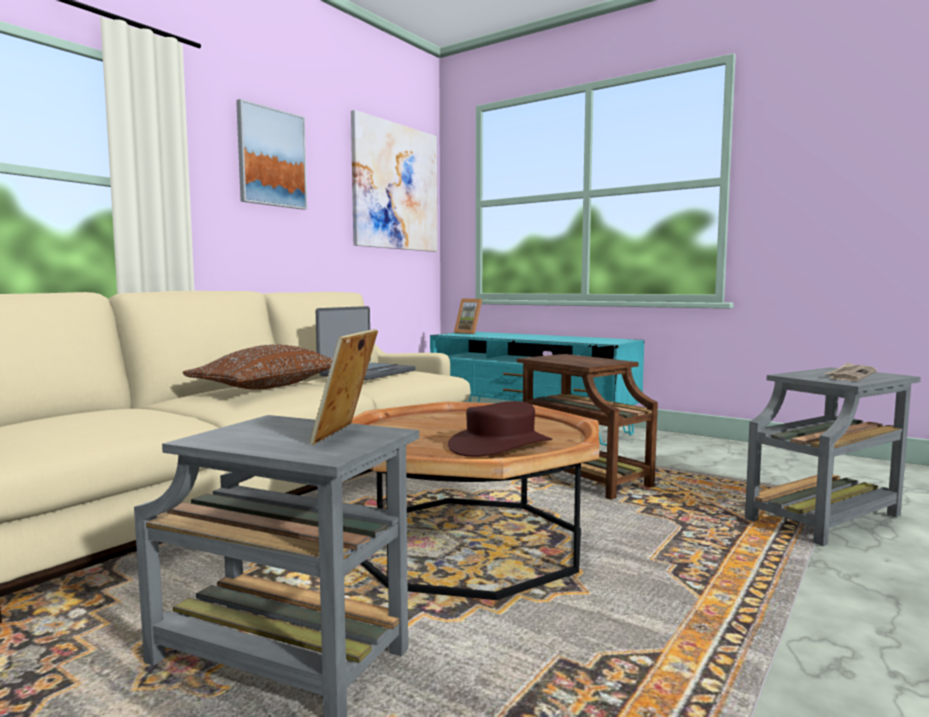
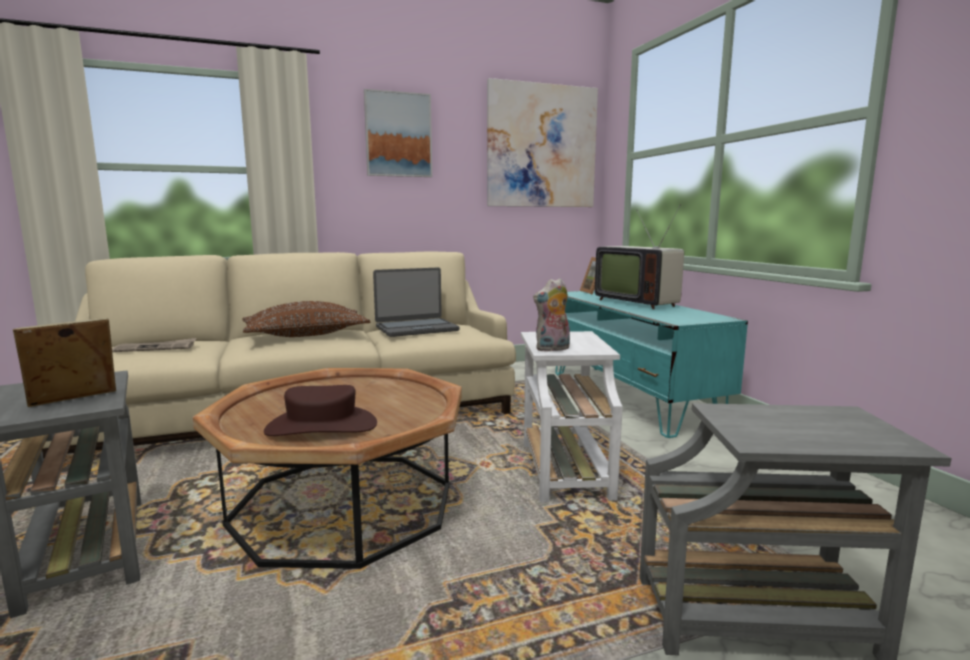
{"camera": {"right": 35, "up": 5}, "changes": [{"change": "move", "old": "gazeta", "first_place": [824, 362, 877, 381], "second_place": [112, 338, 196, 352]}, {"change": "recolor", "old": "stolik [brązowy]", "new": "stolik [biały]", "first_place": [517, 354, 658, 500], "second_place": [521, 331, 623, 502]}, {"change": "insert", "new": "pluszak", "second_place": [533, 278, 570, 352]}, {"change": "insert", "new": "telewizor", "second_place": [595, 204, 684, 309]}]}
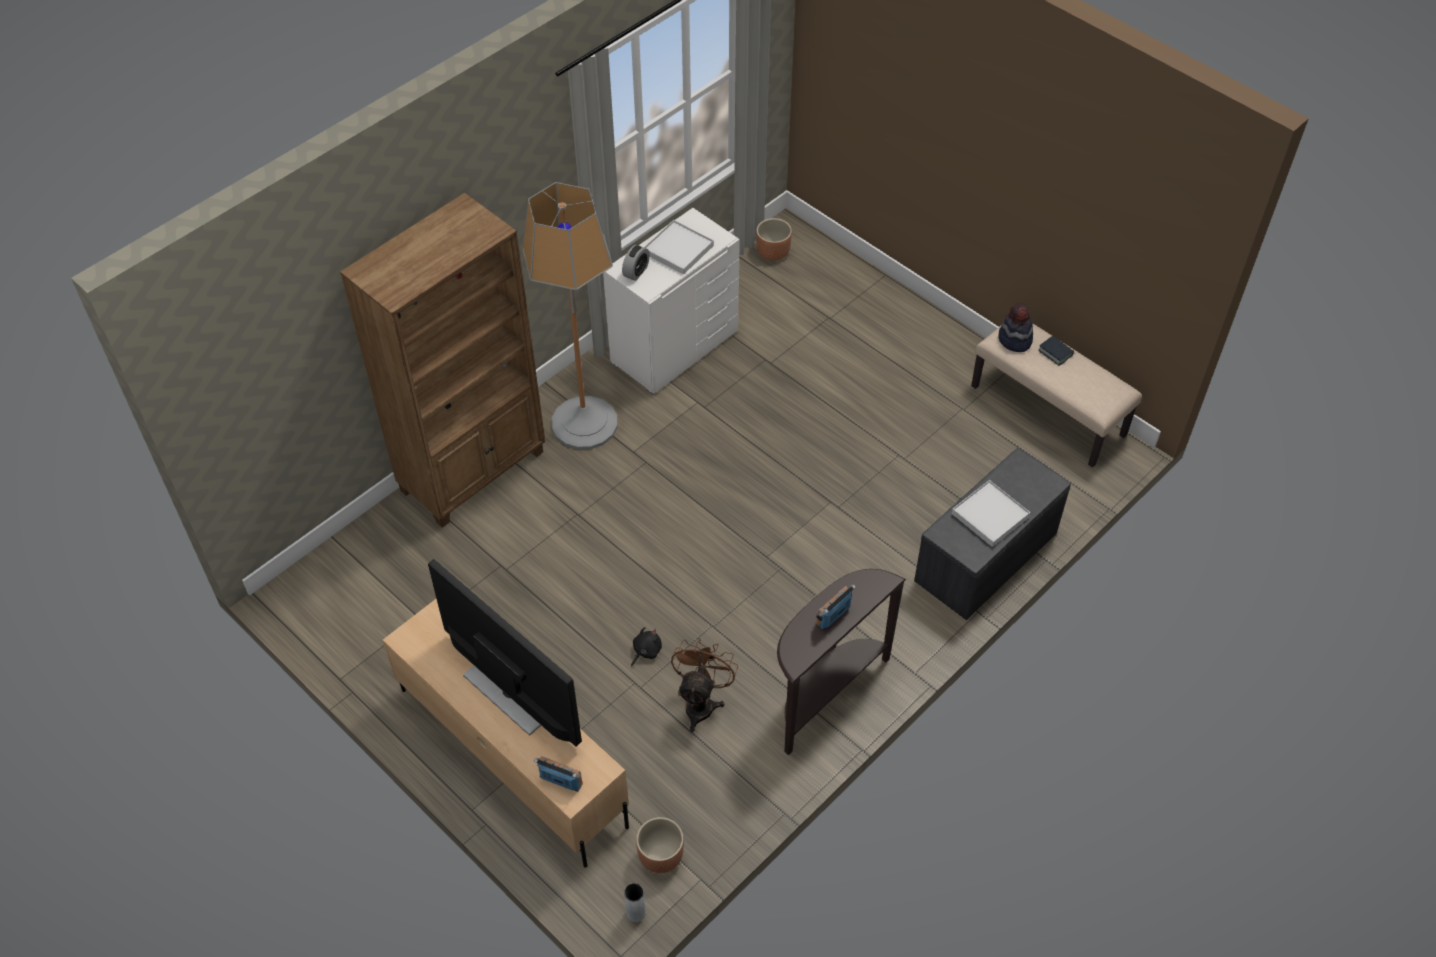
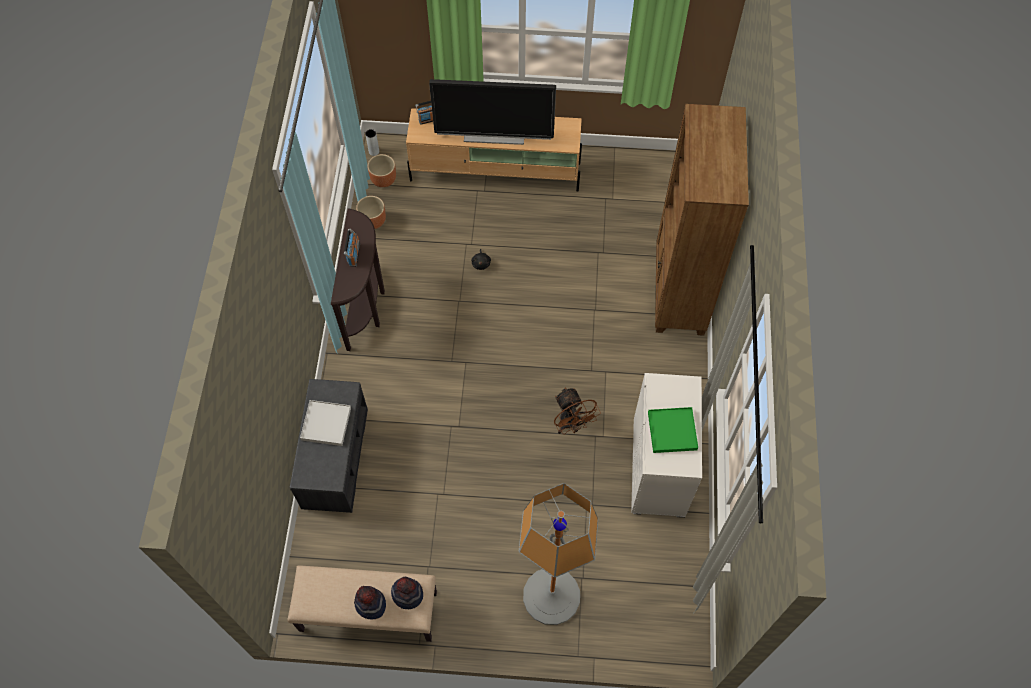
{"camera": {"right": 140, "up": 10}, "changes": [{"change": "replace", "old": "książka", "new": "kapelusz", "first_place": [1038, 336, 1074, 366], "second_place": [354, 586, 386, 620]}, {"change": "move", "old": "donica [brązowy]", "first_place": [756, 218, 792, 261], "second_place": [356, 196, 386, 229]}, {"change": "move", "old": "lampa stojąca", "first_place": [522, 182, 618, 450], "second_place": [519, 483, 598, 625]}, {"change": "move", "old": "wentylator [brązowy]", "first_place": [671, 638, 738, 732], "second_place": [554, 388, 601, 435]}, {"change": "recolor", "old": "taca [biały]", "new": "taca [zielony]", "first_place": [644, 220, 714, 275], "second_place": [648, 407, 698, 453]}, {"change": "delete", "old": "budzik", "first_place": [622, 245, 650, 281]}]}
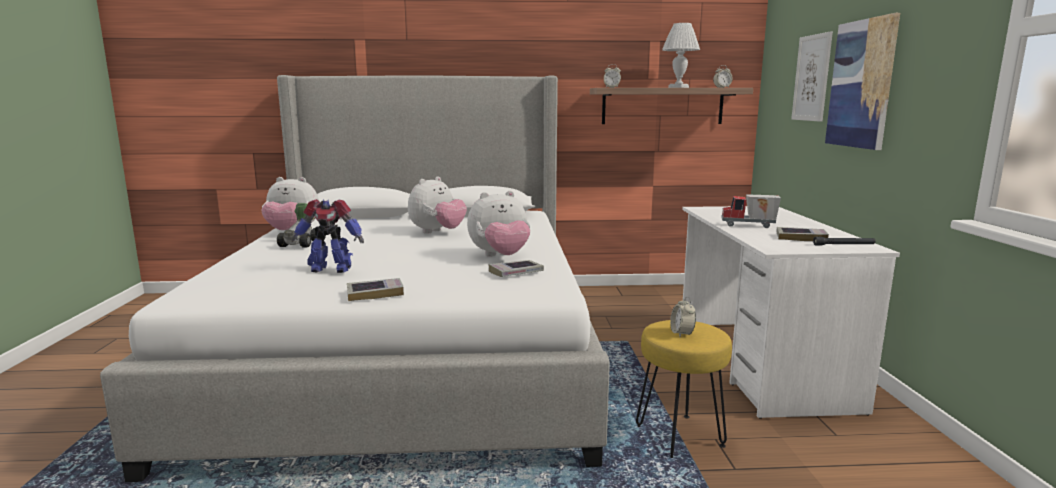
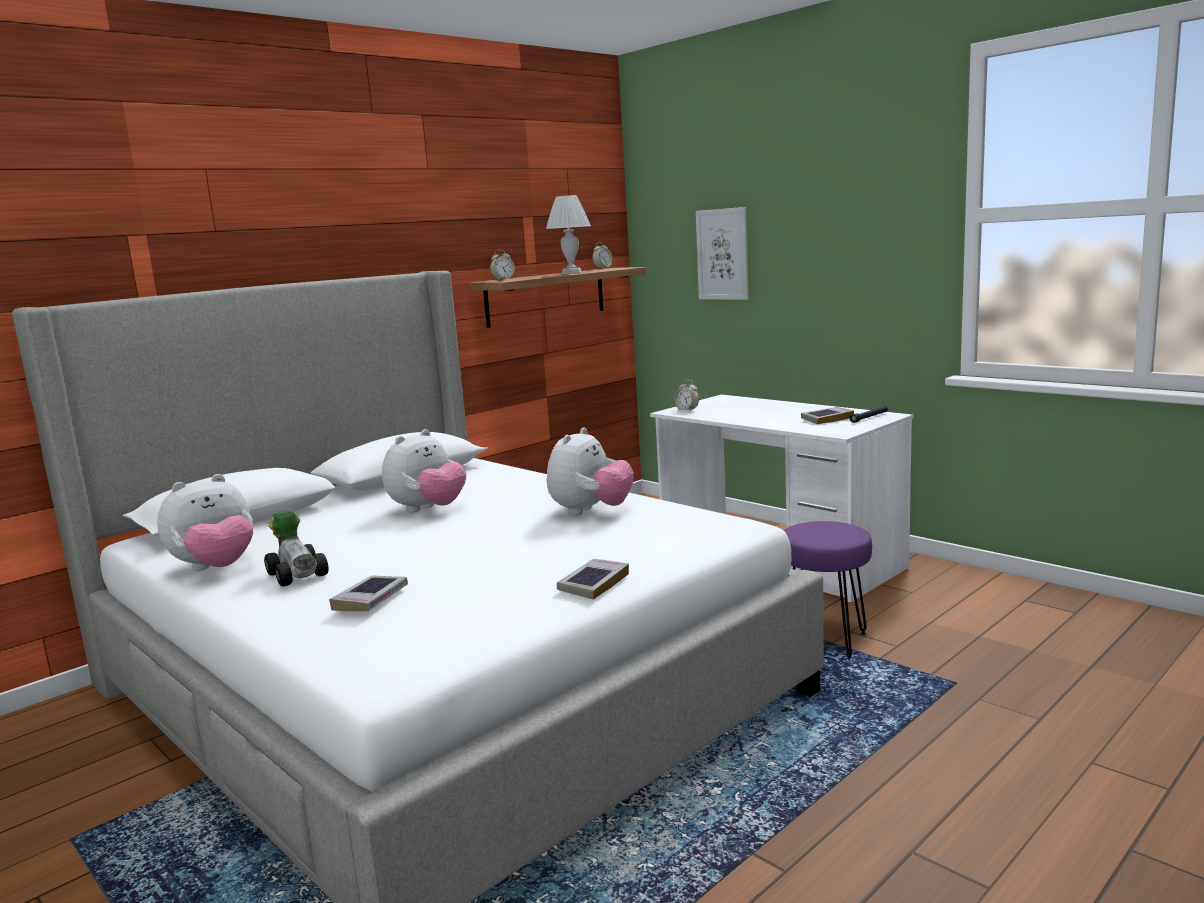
{"camera": {"right": -40, "up": 0}, "changes": [{"change": "move", "old": "książka", "first_place": [489, 260, 544, 277], "second_place": [329, 576, 408, 612]}, {"change": "rotate", "old": "pluszak", "first_place": [408, 176, 467, 234], "second_place": [382, 429, 466, 512], "degrees": 45}, {"change": "move", "old": "budzik", "first_place": [670, 296, 696, 337], "second_place": [674, 380, 699, 411]}, {"change": "recolor", "old": "stołek [żółty]", "new": "stołek [fioletowy]", "first_place": [636, 320, 732, 458], "second_place": [784, 521, 872, 660]}, {"change": "delete", "old": "robot zabawkowy", "first_place": [292, 199, 364, 273]}, {"change": "delete", "old": "ciężarówka zabawkowa", "first_place": [721, 194, 781, 228]}, {"change": "delete", "old": "obraz", "first_place": [825, 13, 900, 150]}]}
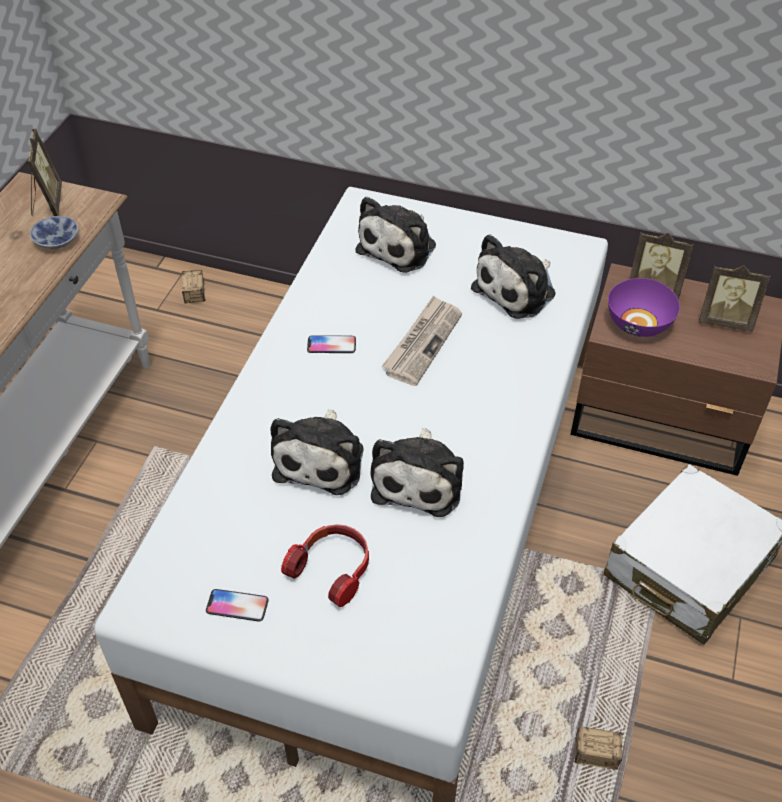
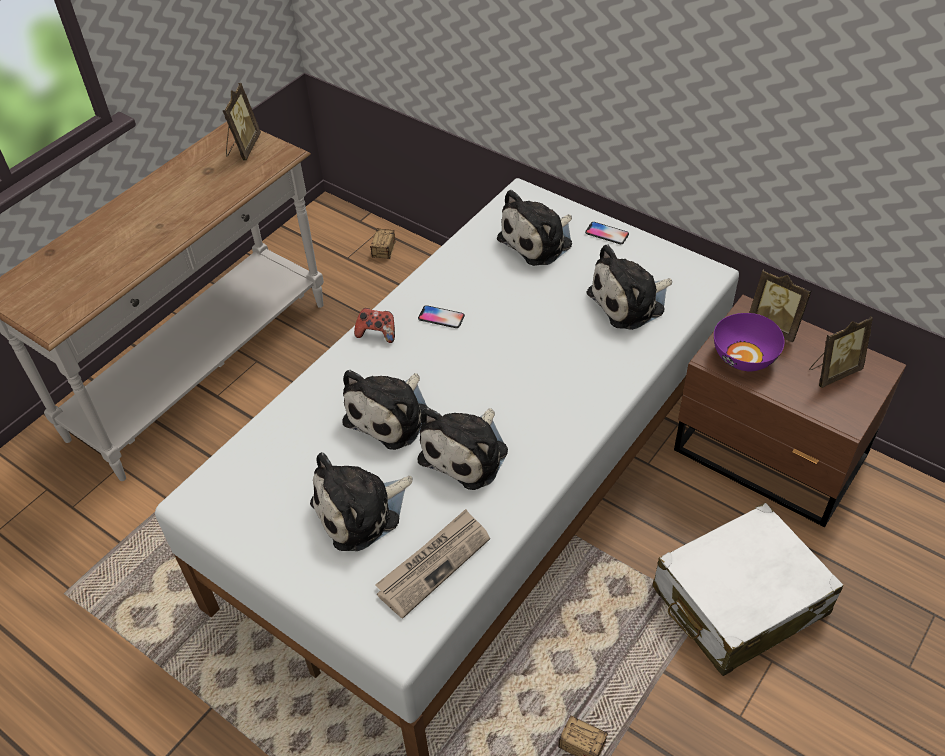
{"camera": {"right": 20, "up": 0}, "changes": [{"change": "replace", "old": "słuchawki", "new": "pluszak", "first_place": [281, 524, 369, 607], "second_place": [310, 452, 413, 551]}, {"change": "insert", "new": "pad do gier", "second_place": [354, 308, 395, 343]}, {"change": "move", "old": "gazeta", "first_place": [382, 295, 462, 386], "second_place": [375, 509, 490, 619]}, {"change": "move", "old": "telefon", "first_place": [206, 589, 269, 621], "second_place": [585, 222, 629, 244]}, {"change": "rotate", "old": "ramka na zdjęcie", "first_place": [699, 265, 771, 332], "second_place": [809, 316, 873, 388], "degrees": -60}, {"change": "delete", "old": "miska", "first_place": [30, 216, 78, 249]}]}
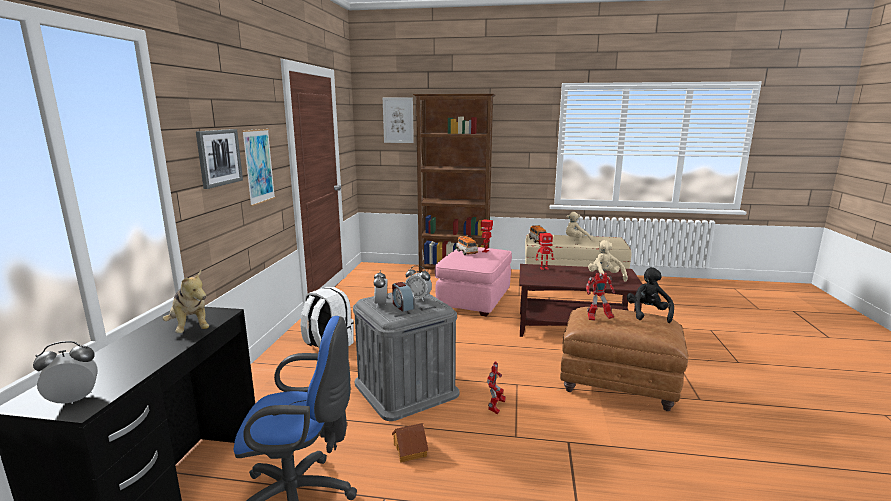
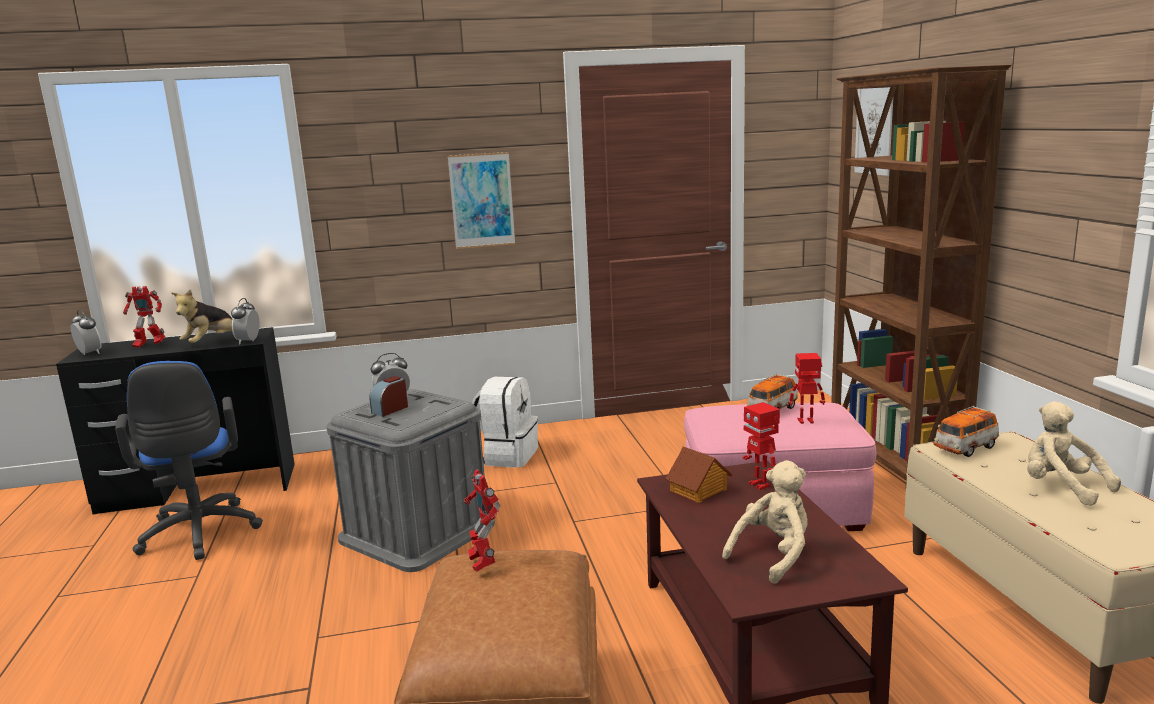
{"camera": {"right": 70, "up": 0}, "changes": [{"change": "move", "old": "robot zabawkowy", "first_place": [487, 361, 506, 414], "second_place": [123, 286, 165, 348]}, {"change": "move", "old": "budzik", "first_place": [405, 266, 432, 301], "second_place": [231, 298, 260, 344]}, {"change": "move", "old": "domek", "first_place": [392, 423, 428, 463], "second_place": [666, 446, 732, 503]}, {"change": "delete", "old": "obraz", "first_place": [196, 129, 243, 189]}, {"change": "delete", "old": "pluszak [czarny]", "first_place": [627, 267, 674, 323]}]}
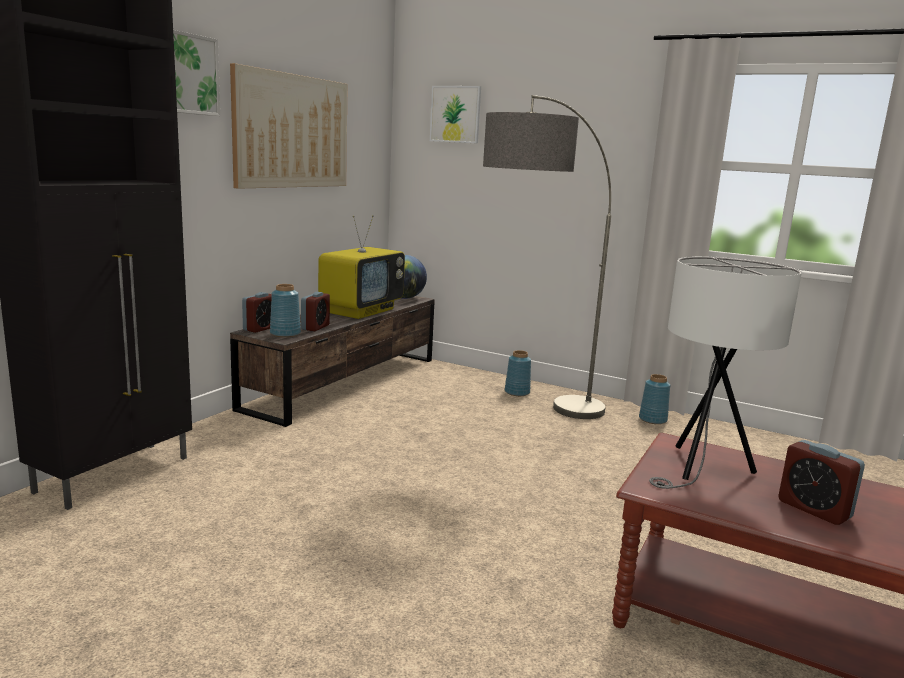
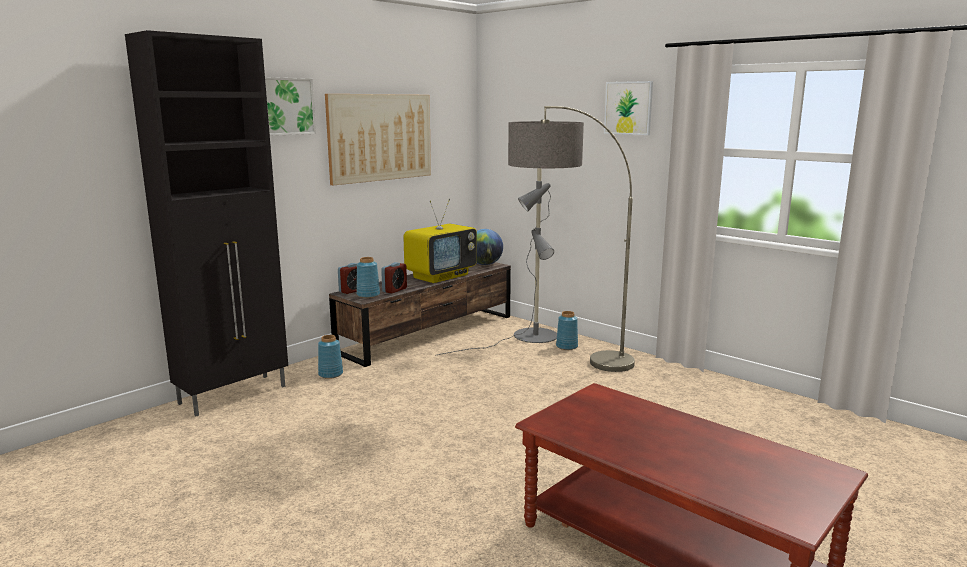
{"camera": {"right": 15, "up": 0}, "changes": [{"change": "move", "old": "wazon [niebieski]", "first_place": [639, 374, 670, 424], "second_place": [318, 335, 343, 379]}, {"change": "insert", "new": "lampa stojąca [szary]", "second_place": [435, 168, 557, 356]}, {"change": "move", "old": "obraz", "first_place": [430, 86, 481, 144], "second_place": [604, 81, 653, 135]}, {"change": "delete", "old": "lampa stołowa [biały]", "first_place": [649, 256, 802, 489]}, {"change": "delete", "old": "budzik", "first_place": [778, 440, 865, 525]}]}
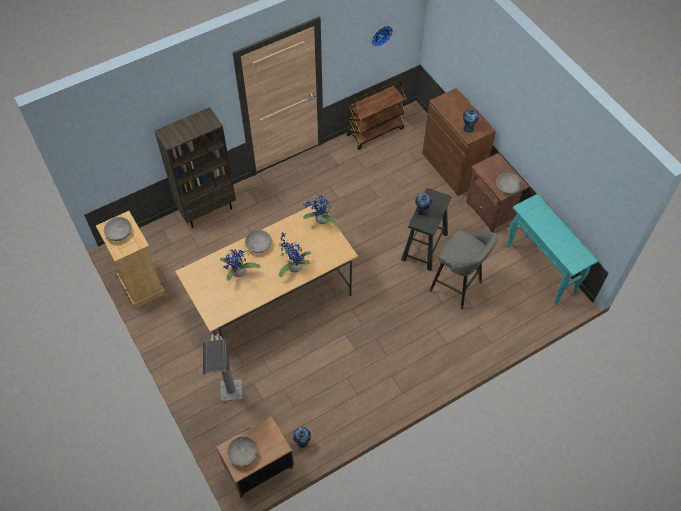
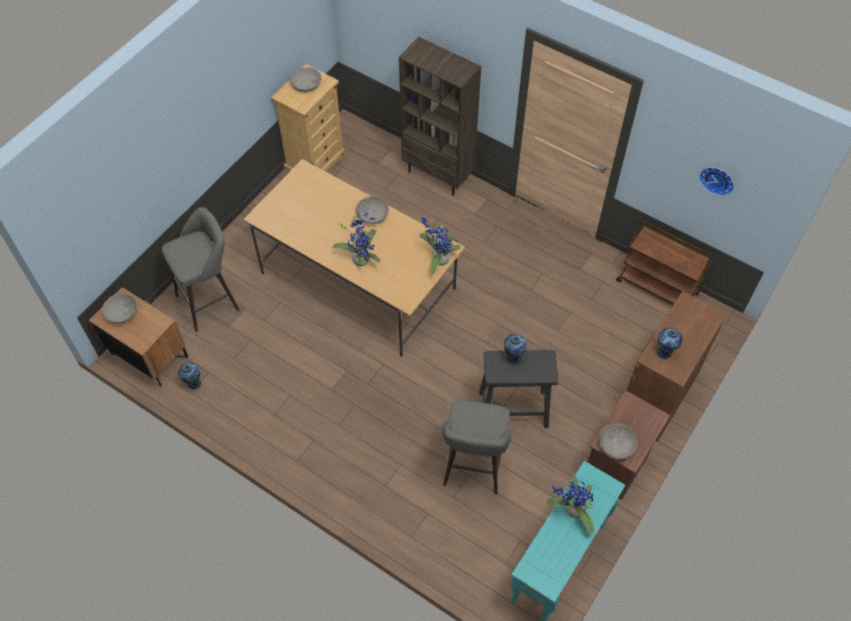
{"camera": {"right": 65, "up": 0}, "changes": [{"change": "replace", "old": "lampa stojąca [szary]", "new": "stołek [szary]", "first_place": [203, 334, 242, 401], "second_place": [162, 207, 240, 332]}, {"change": "move", "old": "roślina doniczkowa", "first_place": [220, 250, 260, 281], "second_place": [546, 477, 594, 533]}]}
